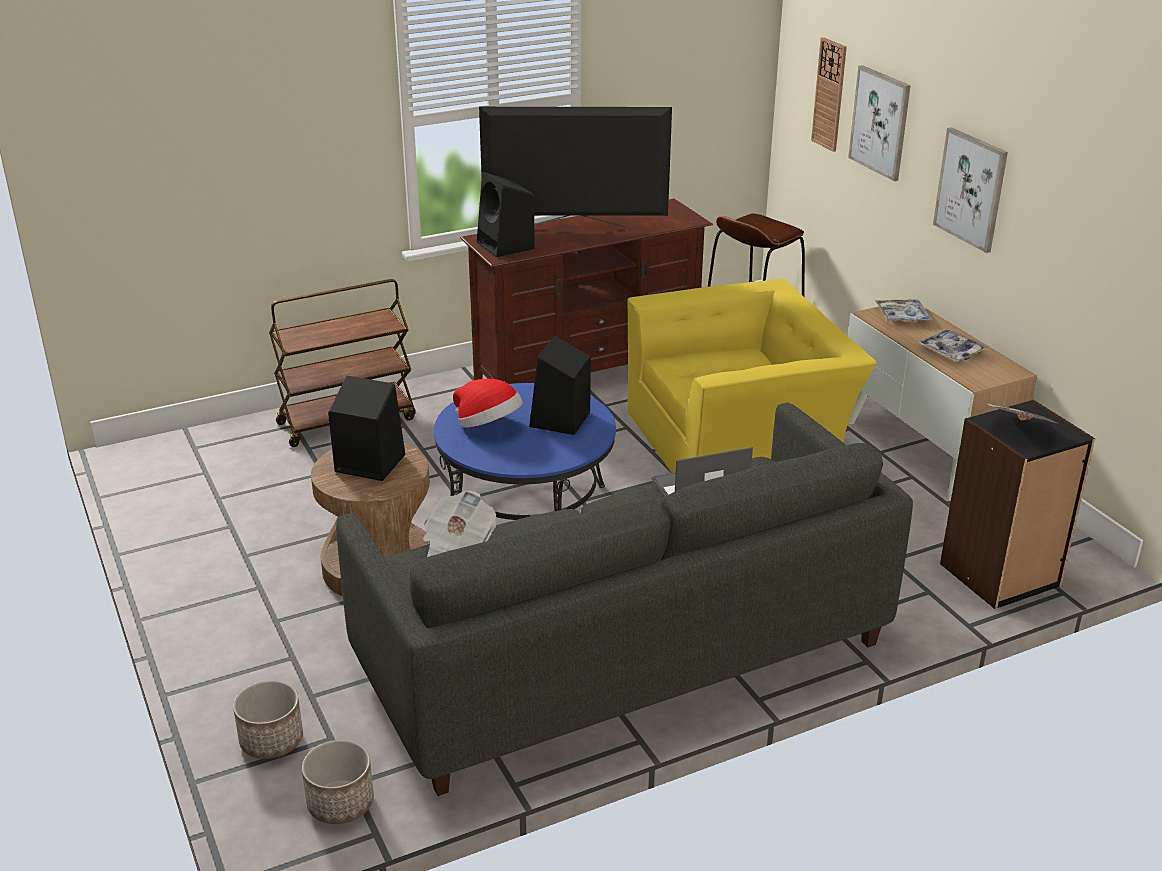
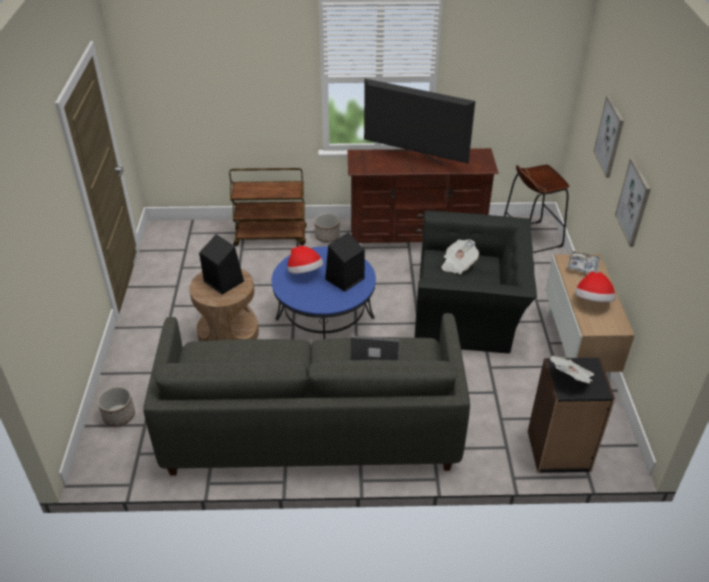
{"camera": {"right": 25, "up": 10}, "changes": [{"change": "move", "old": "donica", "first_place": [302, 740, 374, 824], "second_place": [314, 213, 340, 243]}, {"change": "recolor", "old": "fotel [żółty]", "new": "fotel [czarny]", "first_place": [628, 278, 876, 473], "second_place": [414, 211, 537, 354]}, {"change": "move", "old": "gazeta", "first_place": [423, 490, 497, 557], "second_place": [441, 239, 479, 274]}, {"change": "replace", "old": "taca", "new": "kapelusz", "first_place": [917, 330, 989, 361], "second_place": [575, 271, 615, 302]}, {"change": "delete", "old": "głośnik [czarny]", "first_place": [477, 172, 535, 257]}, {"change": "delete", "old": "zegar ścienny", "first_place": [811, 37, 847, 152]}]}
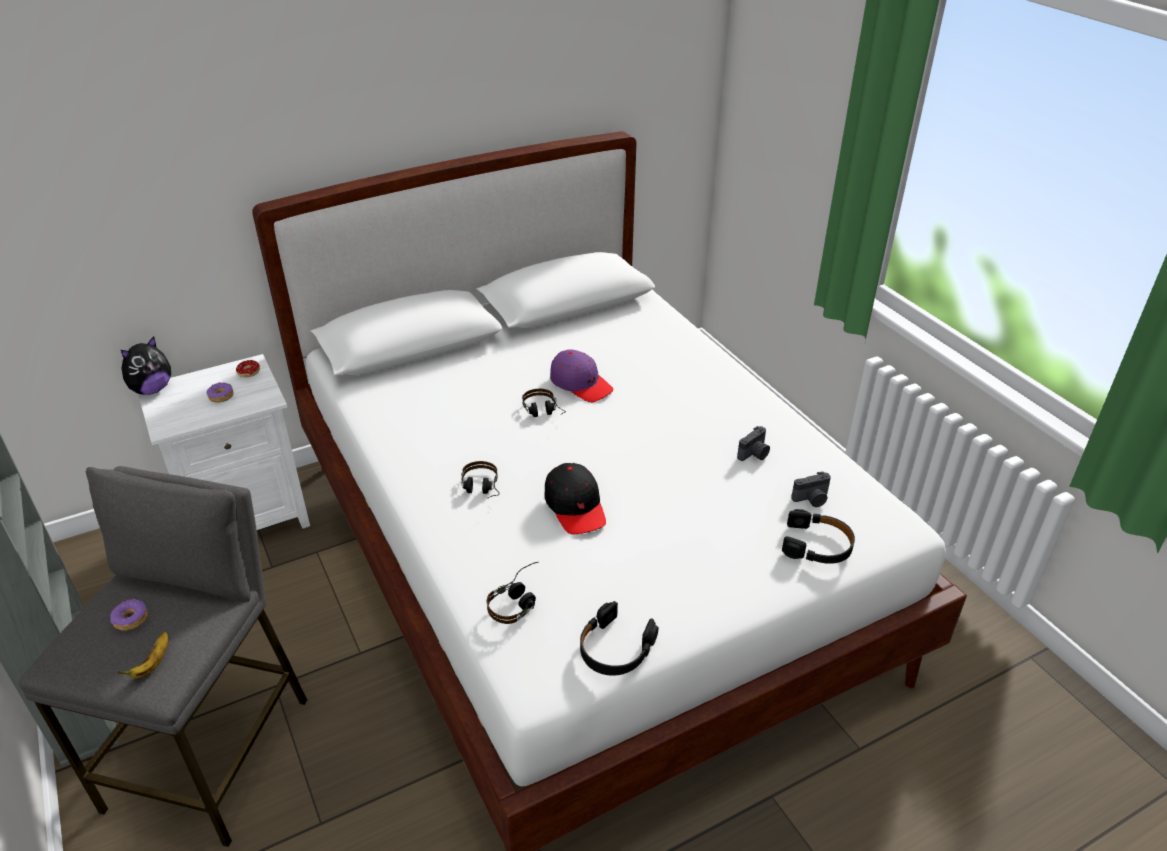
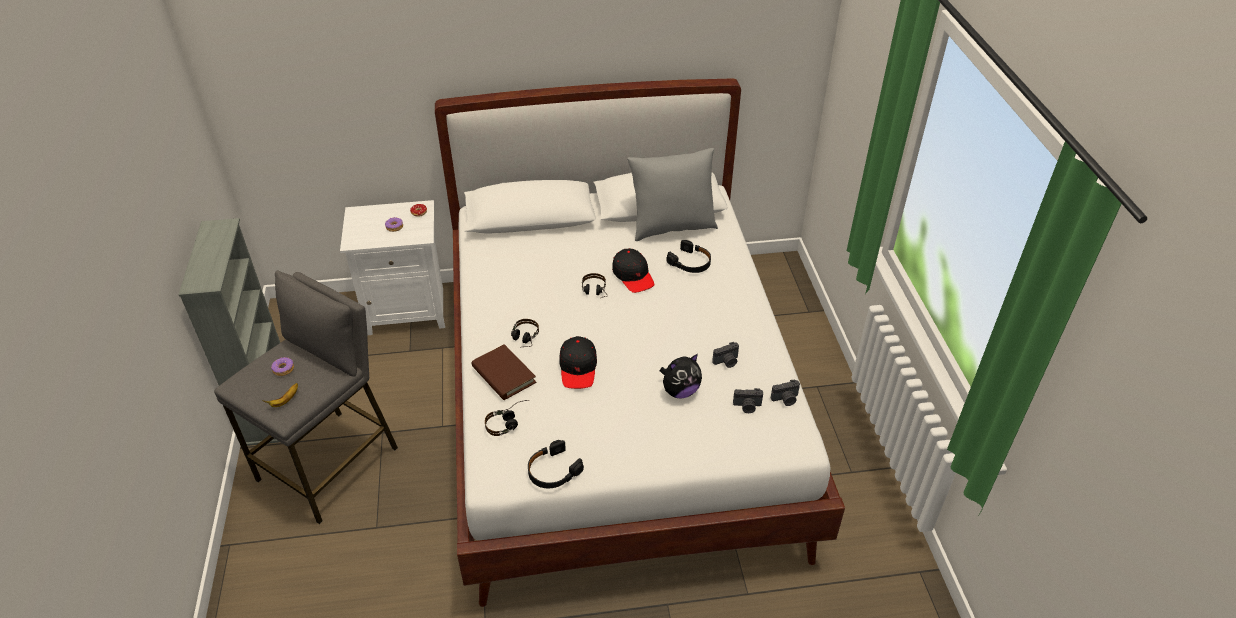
{"camera": {"right": 20, "up": 5}, "changes": [{"change": "insert", "new": "książka [brązowy]", "second_place": [472, 344, 536, 400]}, {"change": "recolor", "old": "czapka z daszkiem [fioletowy]", "new": "czapka z daszkiem [czarny]", "first_place": [550, 350, 613, 402], "second_place": [612, 248, 654, 293]}, {"change": "insert", "new": "poduszka [szary]", "second_place": [627, 148, 718, 241]}, {"change": "move", "old": "pluszak", "first_place": [121, 336, 171, 395], "second_place": [660, 354, 702, 398]}, {"change": "move", "old": "słuchawki [czarny]", "first_place": [782, 509, 855, 564], "second_place": [666, 240, 711, 273]}, {"change": "insert", "new": "aparat fotograficzny", "second_place": [771, 379, 800, 406]}]}
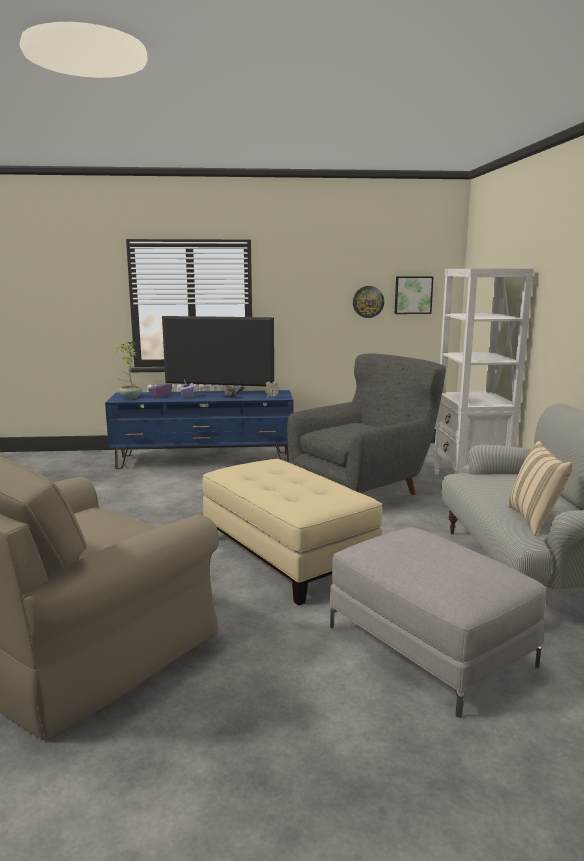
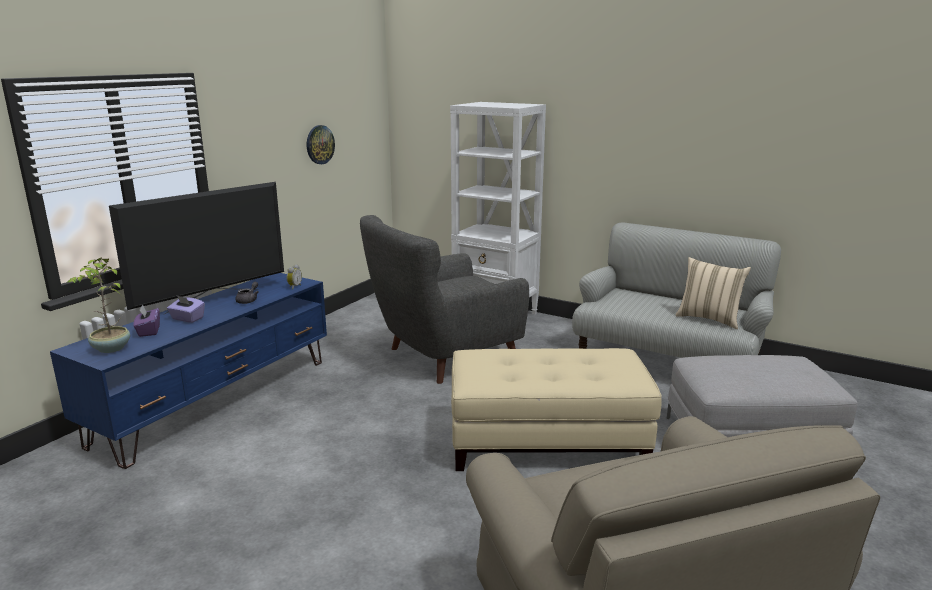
{"camera": {"right": -55, "up": 5}, "changes": [{"change": "rotate", "old": "fotel [szary]", "first_place": [287, 354, 446, 495], "second_place": [360, 215, 529, 384], "degrees": -120}, {"change": "delete", "old": "obraz", "first_place": [395, 276, 434, 314]}]}
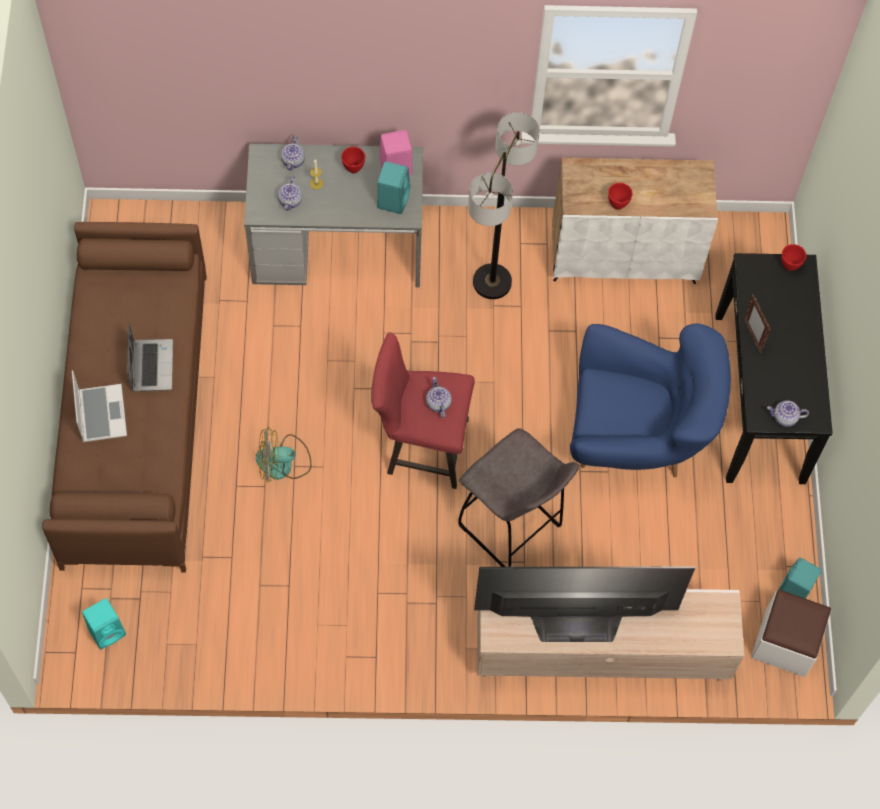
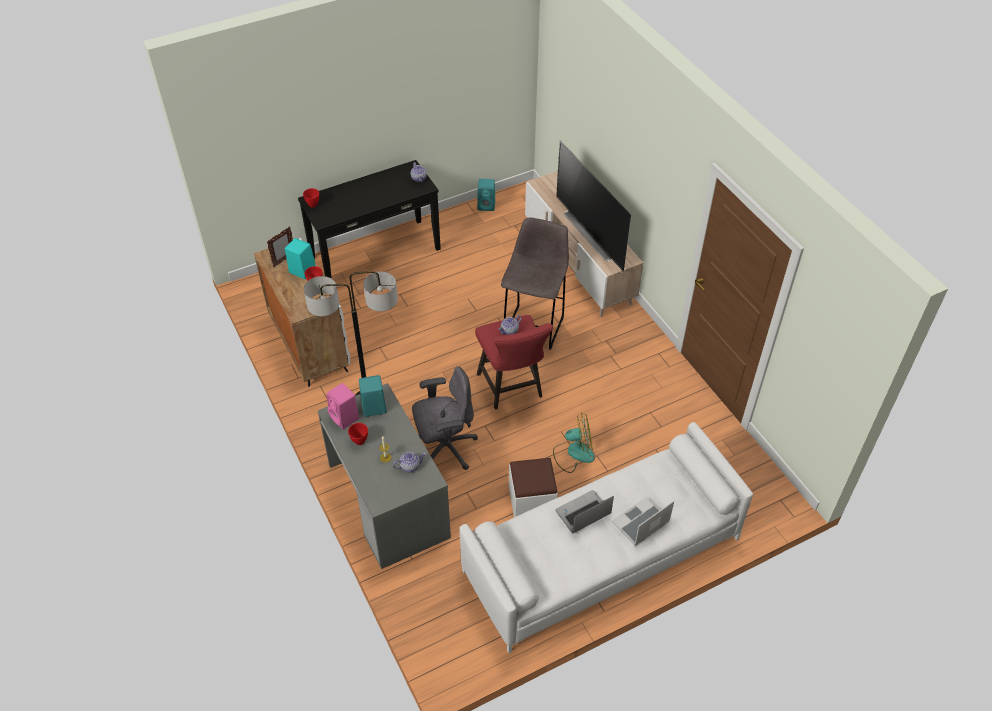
{"camera": {"right": -115, "up": -15}, "changes": [{"change": "move", "old": "ramka na zdjęcie", "first_place": [744, 294, 771, 353], "second_place": [267, 227, 293, 267]}, {"change": "move", "old": "głośnik [turkusowy]", "first_place": [82, 598, 126, 649], "second_place": [285, 238, 316, 279]}, {"change": "insert", "new": "krzesło biurowe [szary]", "second_place": [412, 366, 478, 470]}, {"change": "recolor", "old": "kanapa [brązowy]", "new": "kanapa [biały]", "first_place": [42, 222, 207, 573], "second_place": [459, 422, 753, 653]}, {"change": "move", "old": "pufa [biały]", "first_place": [751, 590, 831, 677], "second_place": [509, 458, 558, 517]}, {"change": "rotate", "old": "wentylator", "first_place": [256, 427, 312, 483], "second_place": [553, 413, 595, 473], "degrees": -60}, {"change": "delete", "old": "imbryk", "first_place": [281, 136, 305, 170]}, {"change": "delete", "old": "fotel [niebieski]", "first_place": [570, 324, 731, 478]}]}
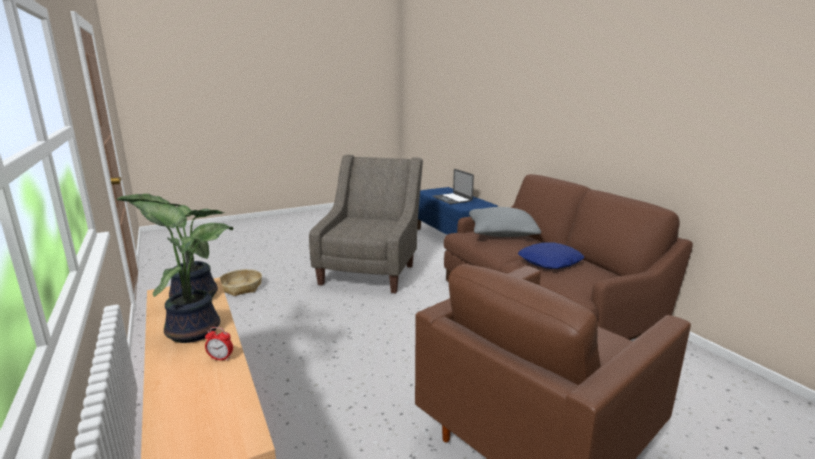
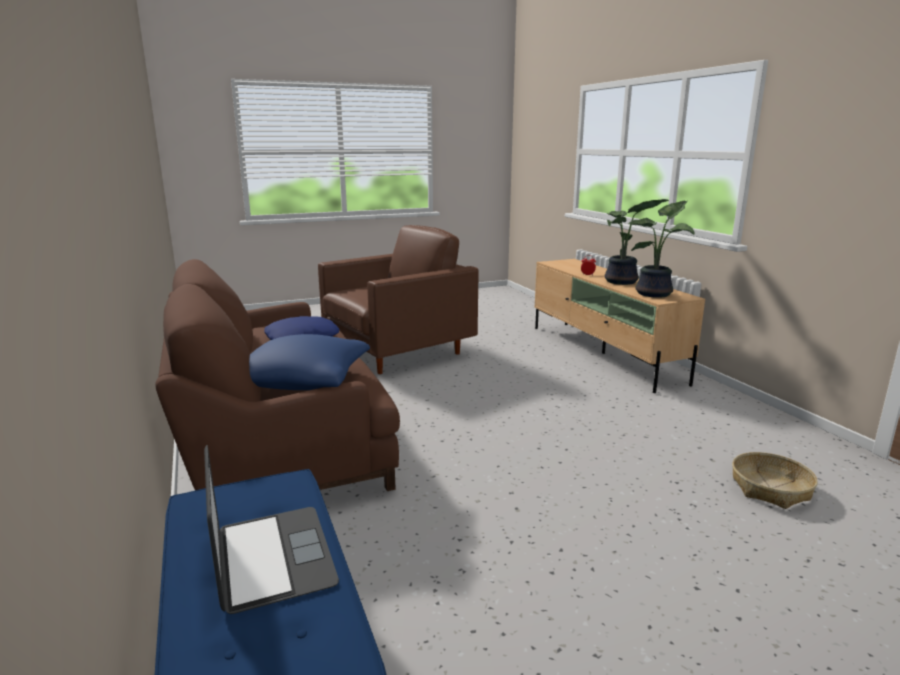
{"camera": {"right": -175, "up": 0}, "changes": [{"change": "recolor", "old": "poduszka [szary]", "new": "poduszka [niebieski]", "first_place": [469, 207, 541, 237], "second_place": [249, 334, 370, 390]}, {"change": "delete", "old": "fotel [szary]", "first_place": [309, 155, 423, 293]}]}
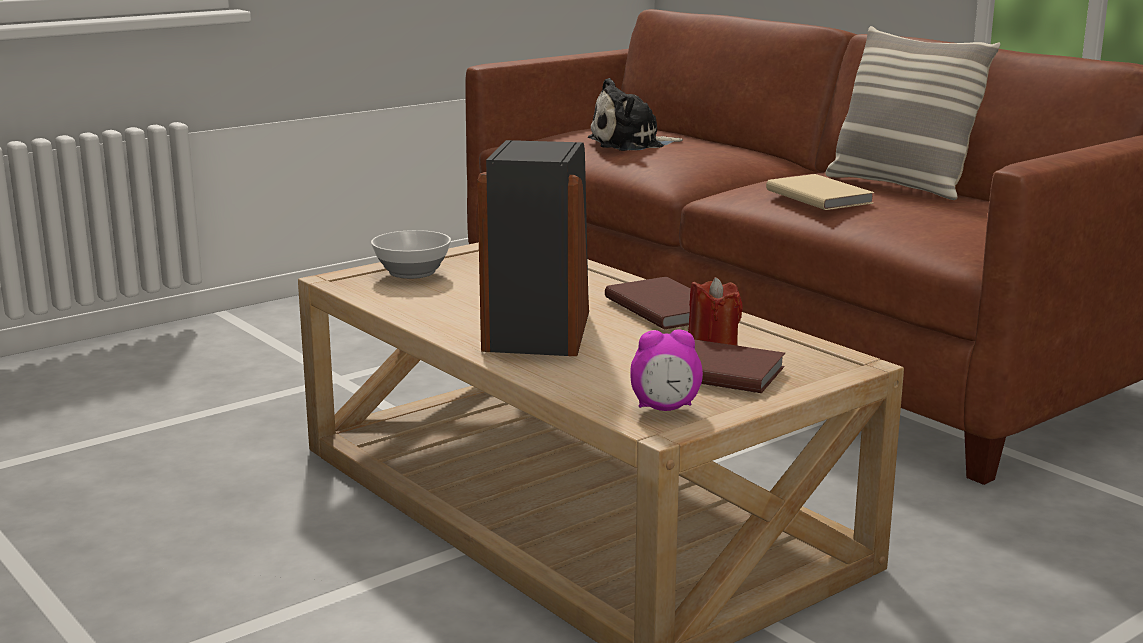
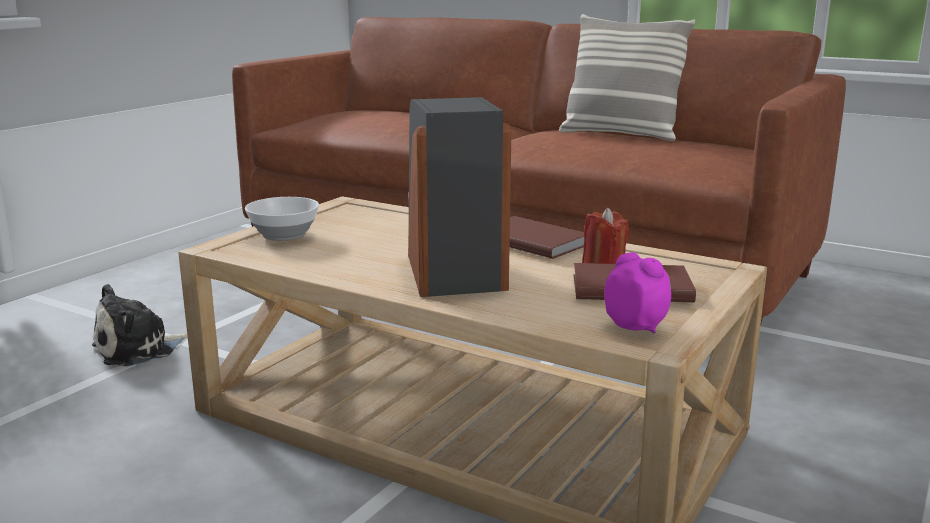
{"camera": {"right": -20, "up": 0}, "changes": [{"change": "move", "old": "pluszak", "first_place": [588, 78, 683, 151], "second_place": [92, 284, 188, 366]}, {"change": "rotate", "old": "budzik", "first_place": [630, 329, 703, 411], "second_place": [604, 252, 671, 333], "degrees": -105}, {"change": "delete", "old": "książka [beżowy]", "first_place": [766, 174, 875, 210]}]}
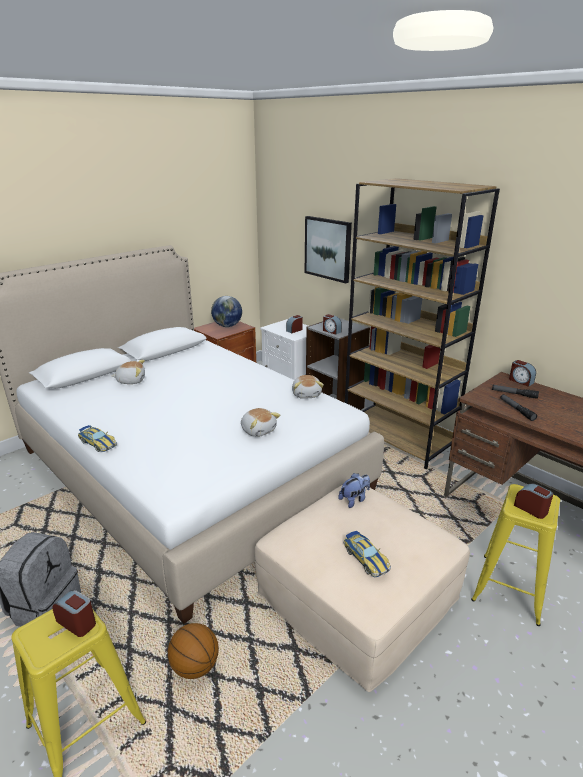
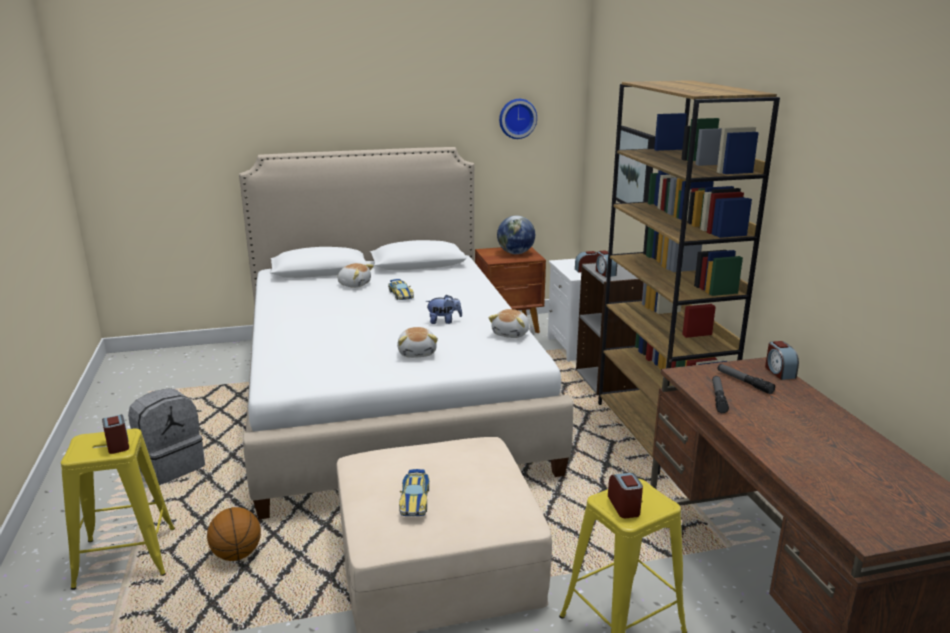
{"camera": {"right": 30, "up": -5}, "changes": [{"change": "move", "old": "samochodzik", "first_place": [78, 425, 117, 452], "second_place": [388, 279, 414, 300]}, {"change": "move", "old": "pluszak", "first_place": [338, 473, 370, 508], "second_place": [425, 294, 462, 324]}, {"change": "insert", "new": "zegar ścienny", "second_place": [499, 99, 537, 139]}]}
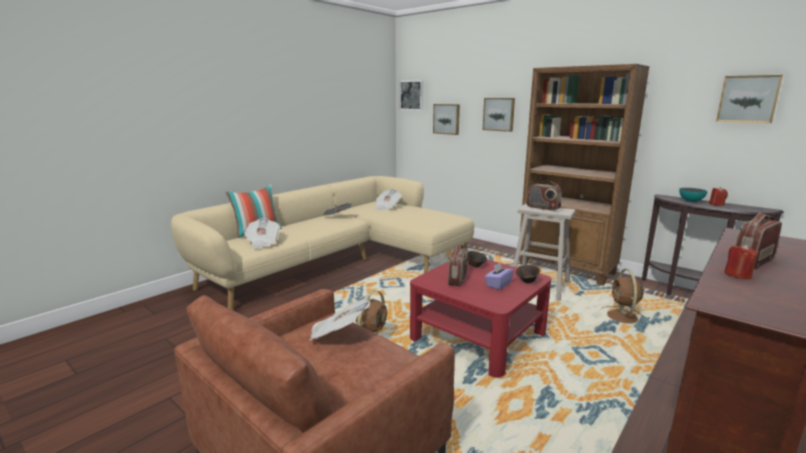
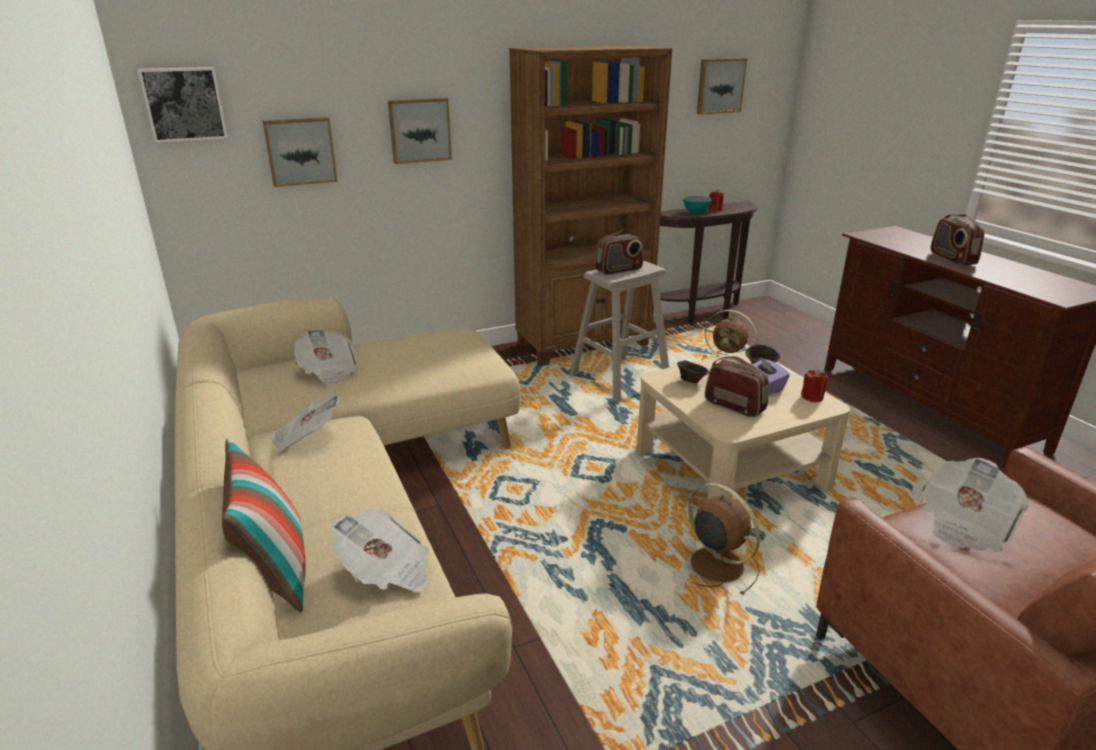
{"camera": {"right": -65, "up": 10}, "changes": [{"change": "recolor", "old": "ława [czerwony]", "new": "ława [beżowy]", "first_place": [410, 260, 552, 378], "second_place": [637, 351, 850, 500]}, {"change": "move", "old": "świeca [czerwony]", "first_place": [724, 244, 759, 279], "second_place": [801, 370, 829, 402]}]}
